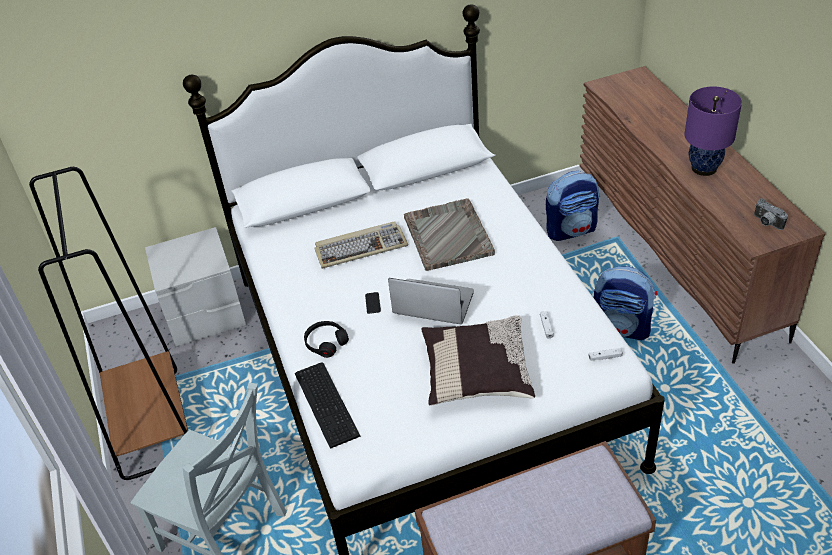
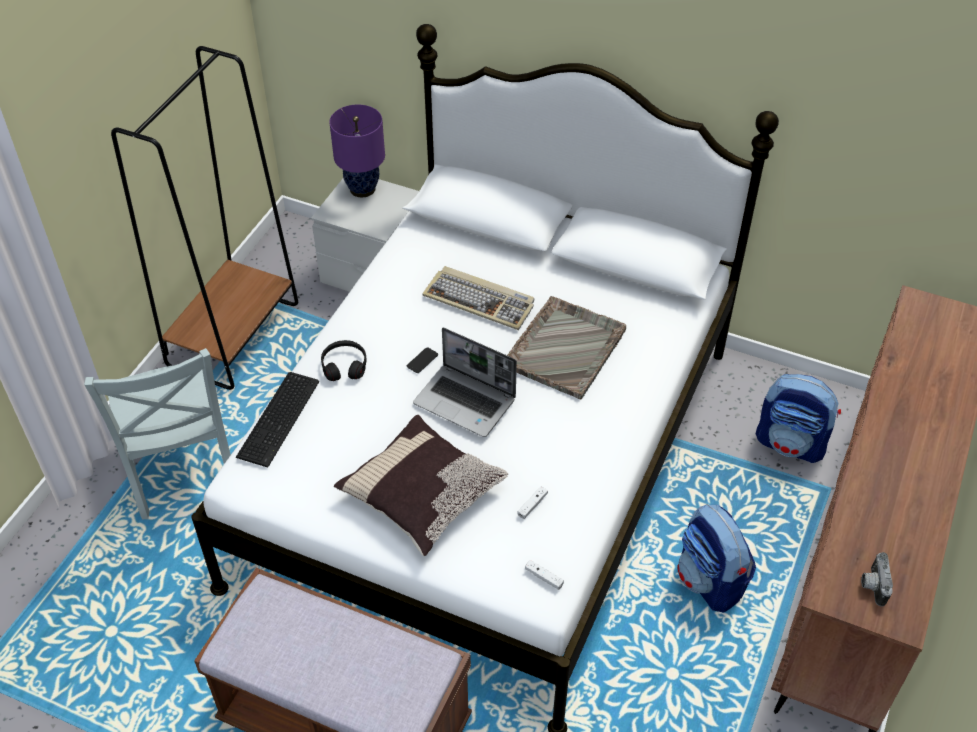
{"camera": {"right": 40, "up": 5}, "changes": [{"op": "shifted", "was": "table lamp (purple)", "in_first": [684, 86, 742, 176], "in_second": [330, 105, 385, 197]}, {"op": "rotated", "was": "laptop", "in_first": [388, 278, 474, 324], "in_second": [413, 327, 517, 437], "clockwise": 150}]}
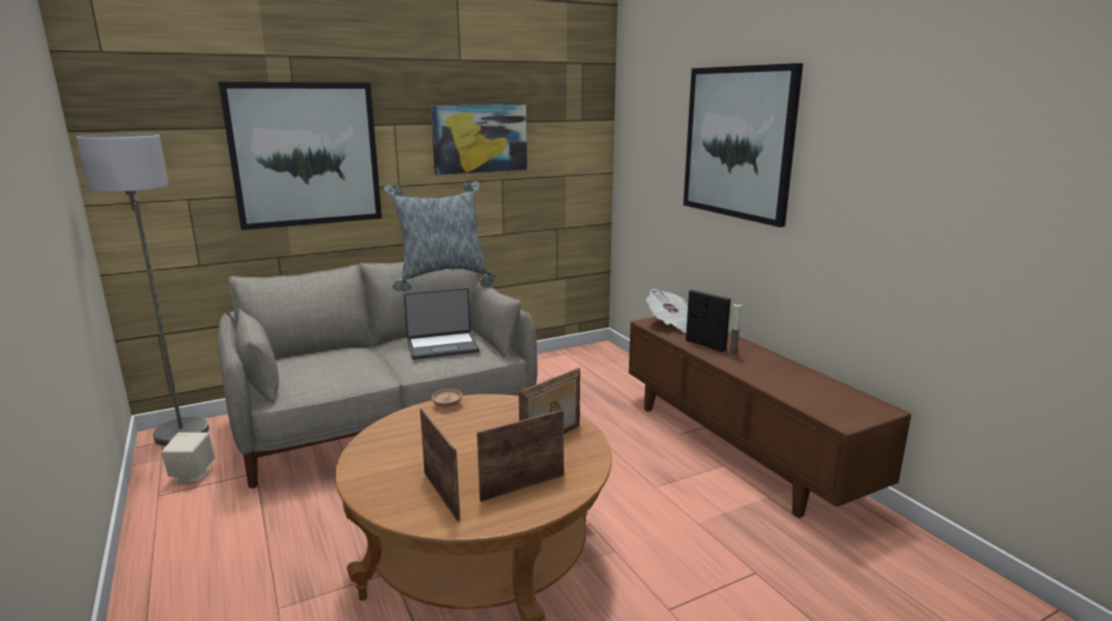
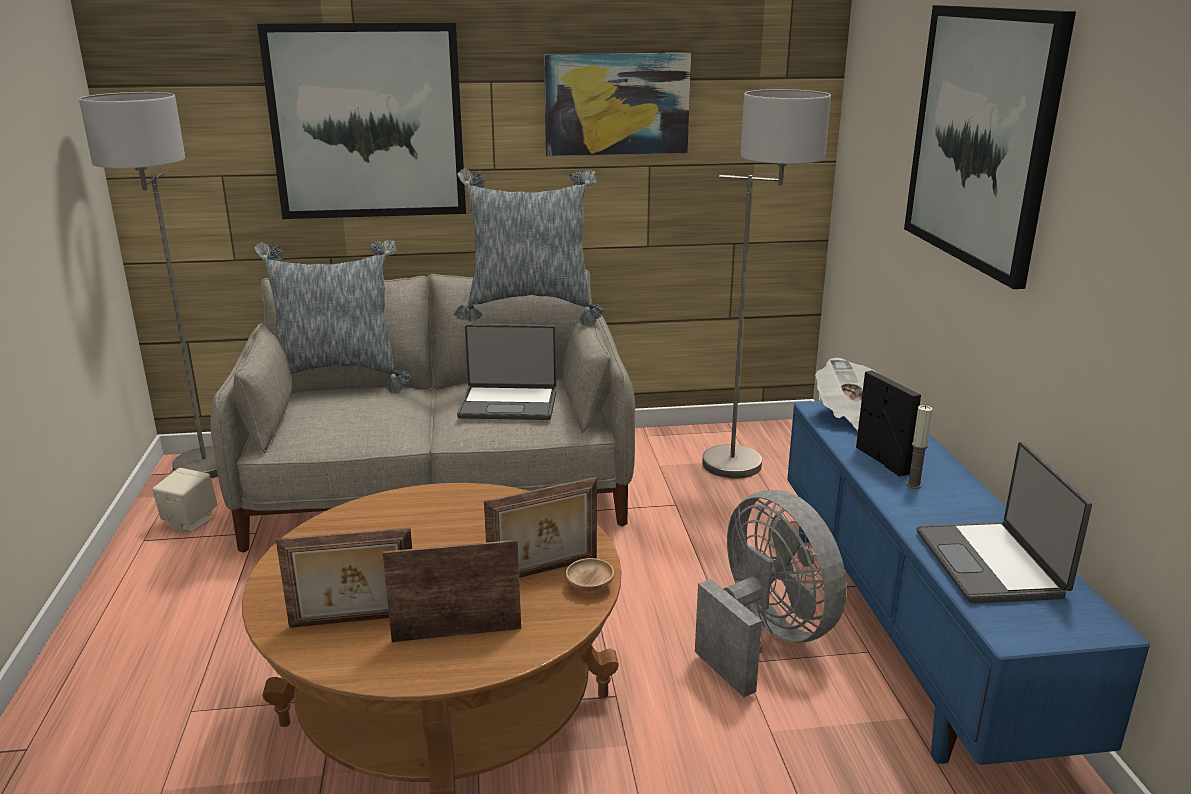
{"camera": {"right": 20, "up": 5}, "changes": [{"op": "new", "now": "pillow", "in_second": [254, 240, 411, 393]}, {"op": "new", "now": "fan (grey)", "in_second": [695, 490, 847, 697]}, {"op": "new", "now": "floor lamp (grey)", "in_second": [702, 89, 831, 479]}, {"op": "new", "now": "laptop", "in_second": [917, 442, 1092, 604]}, {"op": "shifted", "was": "bowl (brown)", "in_first": [432, 389, 462, 408], "in_second": [566, 558, 614, 592]}, {"op": "repainted", "was": "tv stand (brown)", "now": "tv stand (blue)", "in_first": [629, 317, 911, 518], "in_second": [787, 401, 1150, 765]}, {"op": "rotated", "was": "picture frame", "in_first": [420, 408, 460, 521], "in_second": [276, 527, 412, 628], "clockwise": 90}]}
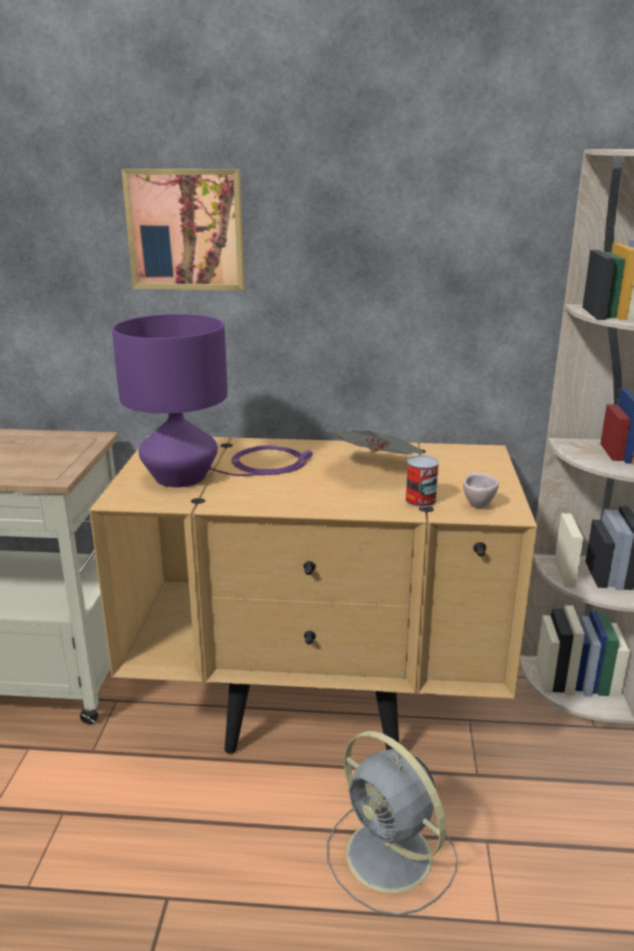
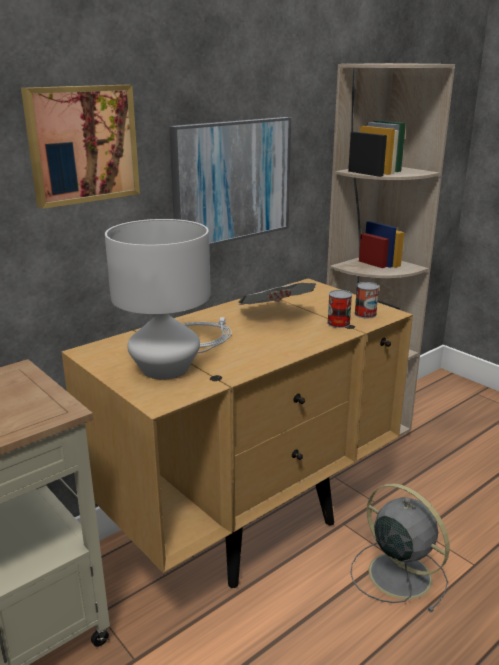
{"camera": {"right": -45, "up": 0}, "changes": [{"op": "new", "now": "picture", "in_second": [169, 117, 291, 246]}, {"op": "swapped", "was": "cup (beige)", "now": "can", "in_first": [463, 472, 499, 508], "in_second": [354, 282, 379, 318]}, {"op": "repainted", "was": "table lamp (purple)", "now": "table lamp (grey)", "in_first": [112, 314, 313, 487], "in_second": [105, 219, 232, 380]}, {"op": "rotated", "was": "fan (grey)", "in_first": [327, 731, 458, 916], "in_second": [350, 483, 450, 612], "clockwise": -135}]}
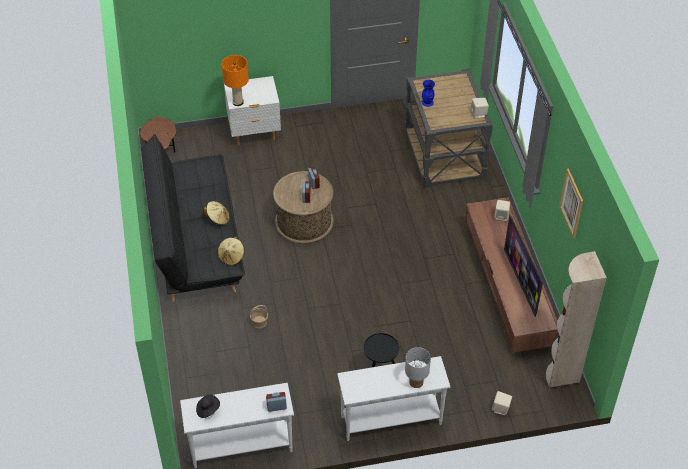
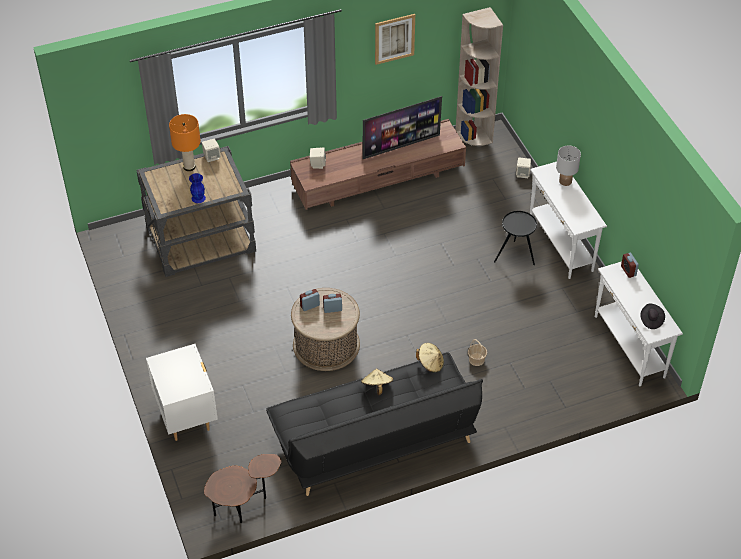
{"camera": {"right": -100, "up": 0}, "changes": [{"op": "shifted", "was": "table lamp (orange)", "in_first": [222, 55, 249, 106], "in_second": [169, 114, 201, 171]}]}
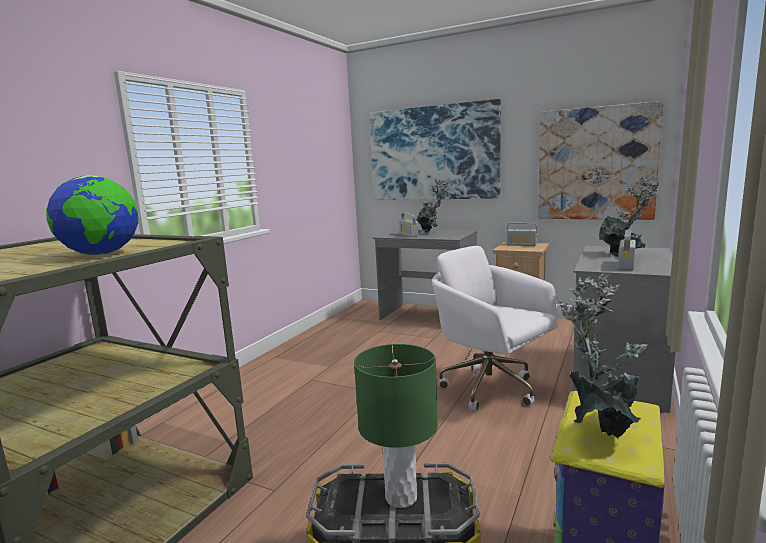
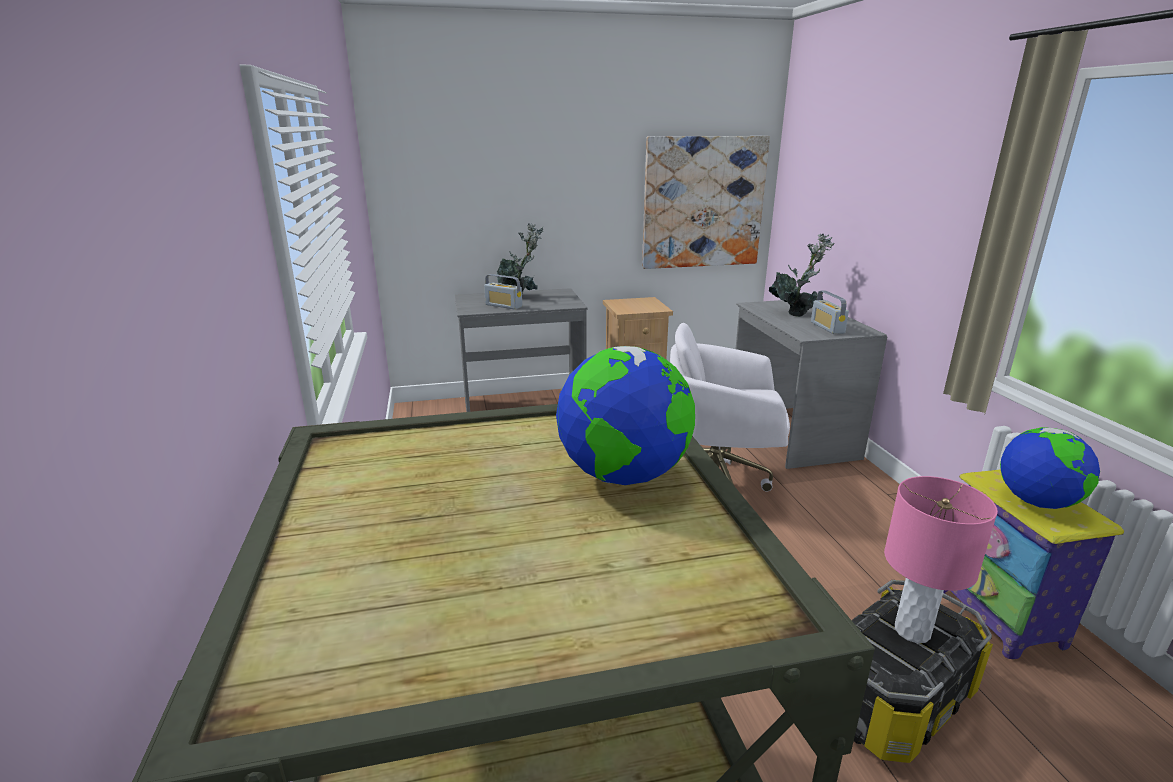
{"camera": {"right": -40, "up": 10}, "changes": [{"op": "gone", "was": "picture", "in_first": [369, 99, 501, 200]}, {"op": "gone", "was": "radio", "in_first": [507, 223, 538, 246]}, {"op": "swapped", "was": "potted plant", "now": "globe", "in_first": [556, 273, 648, 438], "in_second": [1000, 427, 1100, 509]}, {"op": "repainted", "was": "table lamp (green)", "now": "table lamp (pink)", "in_first": [354, 344, 438, 508], "in_second": [884, 476, 998, 643]}]}
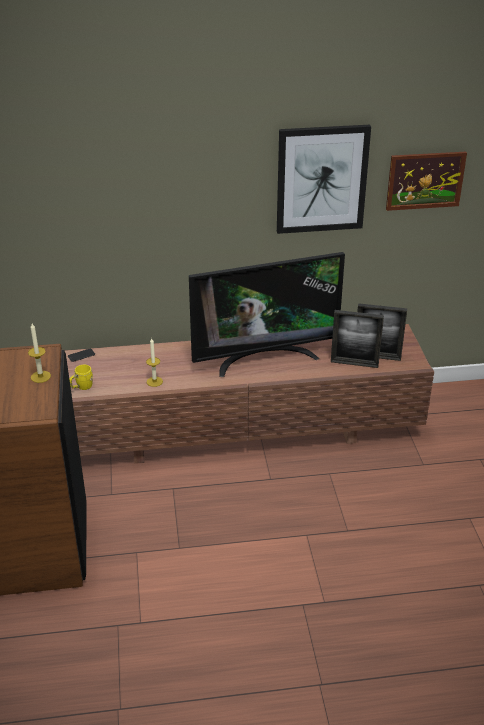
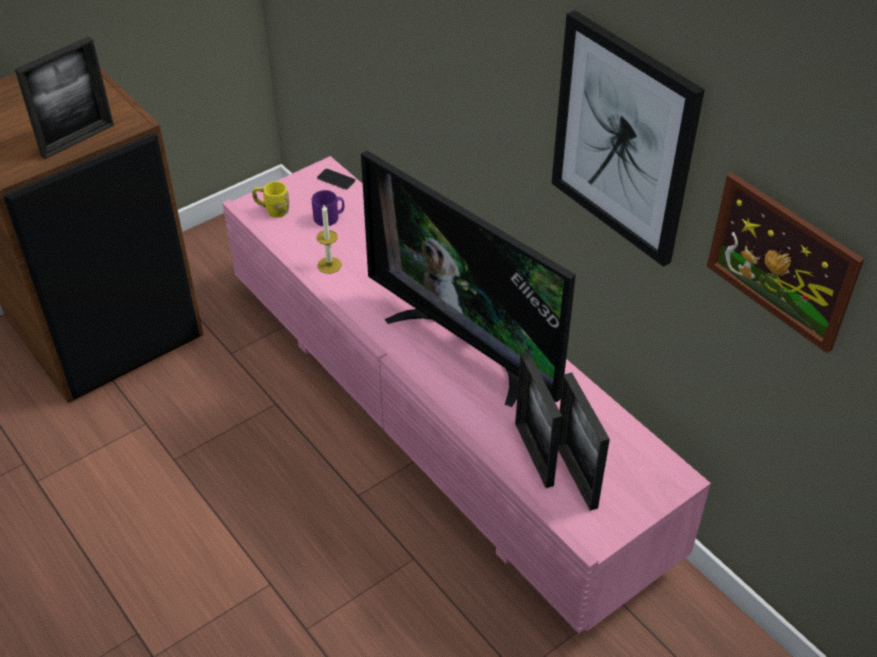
{"camera": {"right": 60, "up": 10}, "changes": [{"op": "new", "now": "mug (purple)", "in_second": [312, 190, 344, 226]}, {"op": "swapped", "was": "candle", "now": "picture frame", "in_first": [28, 323, 51, 383], "in_second": [15, 36, 114, 159]}, {"op": "repainted", "was": "tv stand (brown)", "now": "tv stand (pink)", "in_first": [64, 324, 434, 463], "in_second": [222, 156, 711, 634]}]}
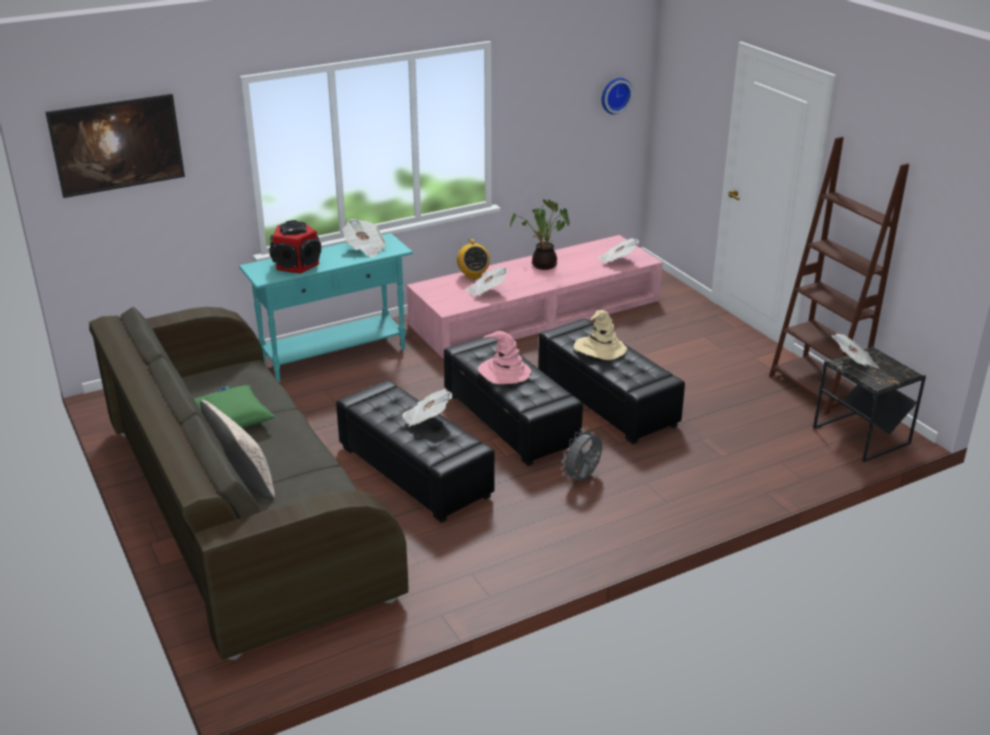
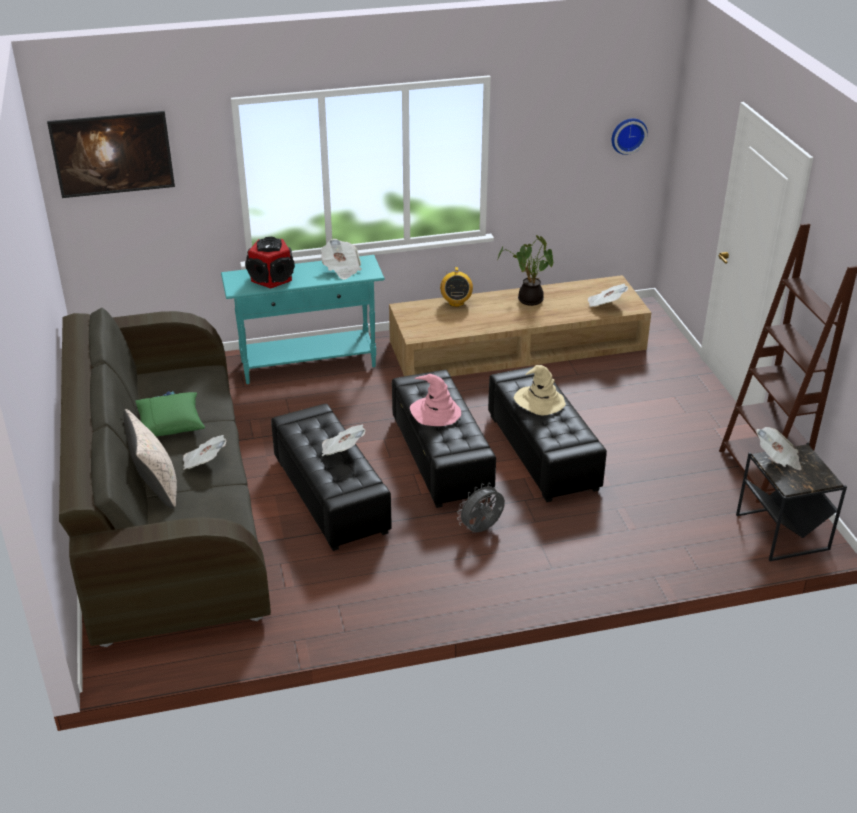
{"camera": {"right": 15, "up": 5}, "changes": [{"op": "shifted", "was": "newspaper", "in_first": [466, 267, 508, 297], "in_second": [183, 435, 226, 470]}, {"op": "repainted", "was": "tv stand (pink)", "now": "tv stand (brown)", "in_first": [407, 235, 663, 359], "in_second": [389, 275, 651, 377]}]}
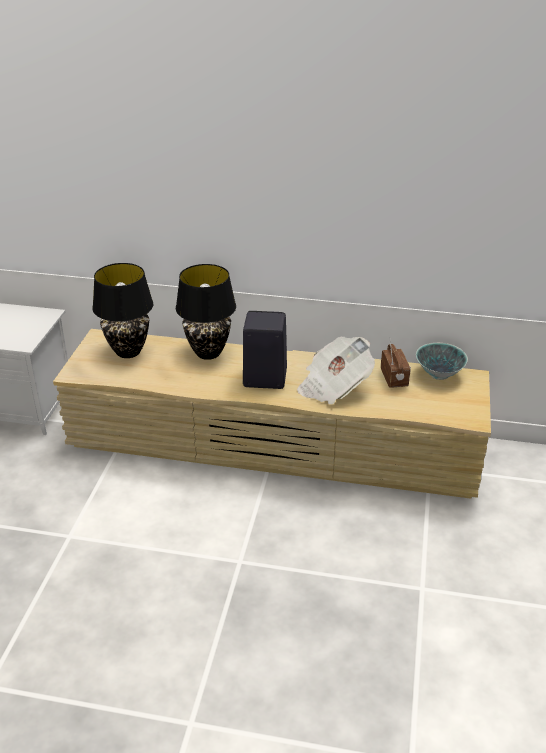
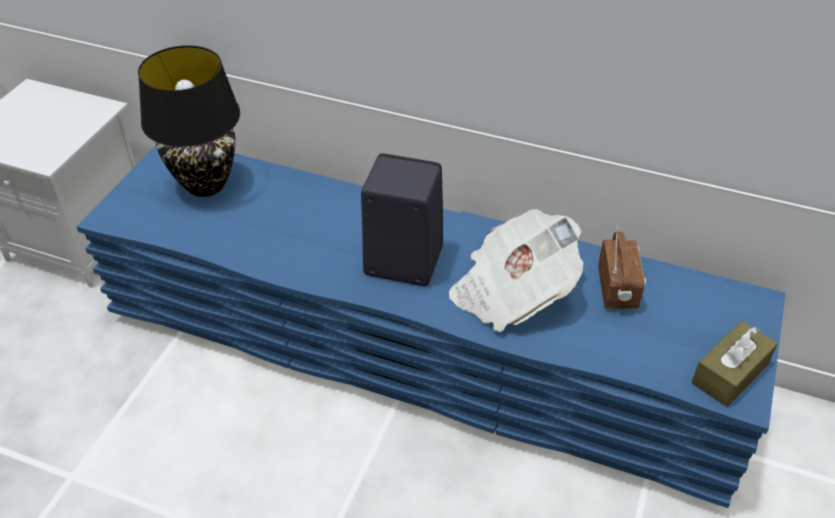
{"camera": {"right": 10, "up": 10}, "changes": [{"op": "gone", "was": "table lamp (black)", "in_first": [176, 264, 236, 360]}, {"op": "gone", "was": "bowl", "in_first": [416, 343, 468, 380]}, {"op": "new", "now": "tissue box (brown)", "in_second": [692, 321, 778, 407]}, {"op": "repainted", "was": "tv stand (beige)", "now": "tv stand (blue)", "in_first": [53, 329, 491, 499], "in_second": [76, 145, 786, 508]}]}
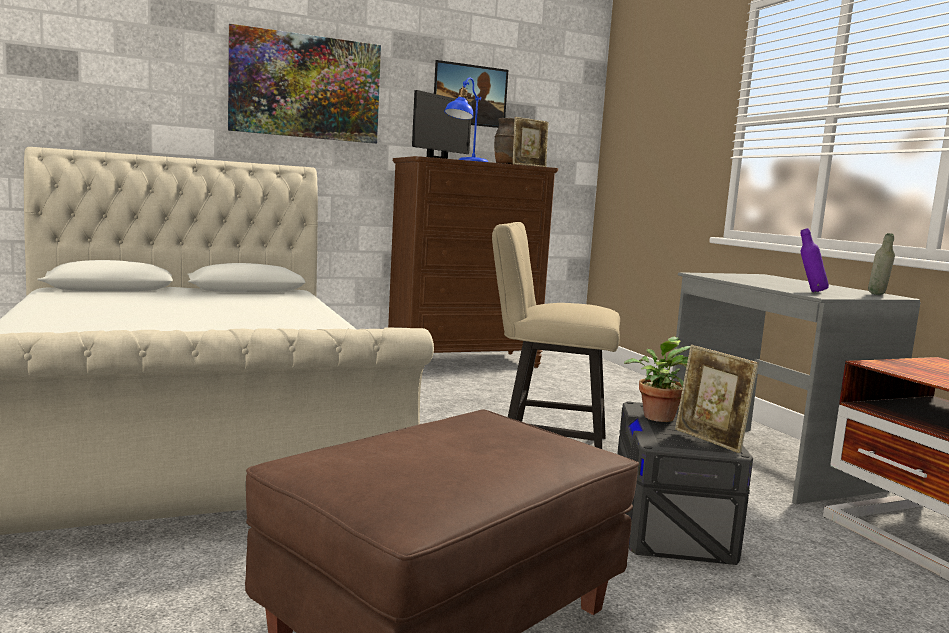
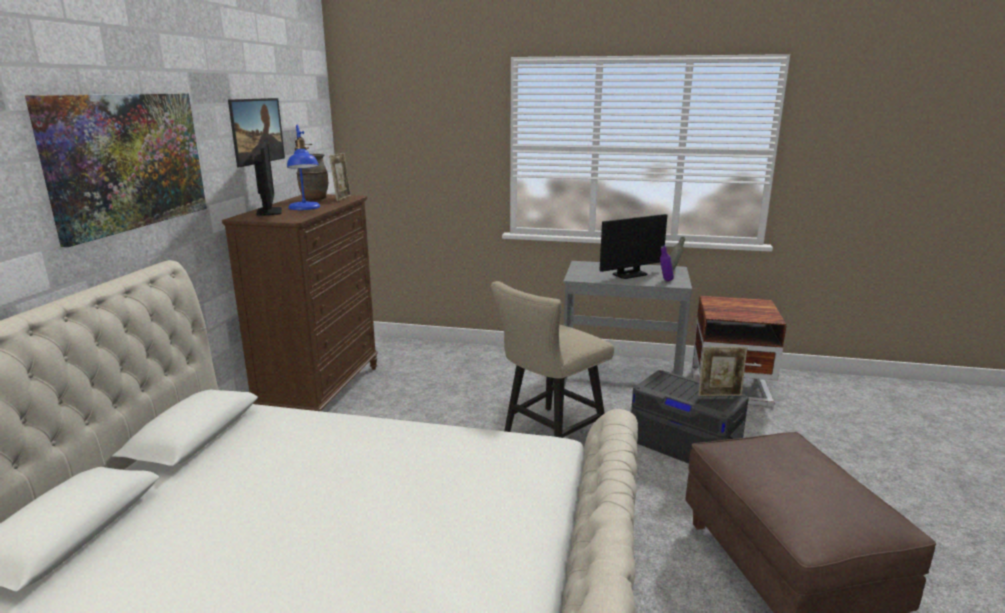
{"camera": {"right": -55, "up": 10}, "changes": [{"op": "gone", "was": "potted plant", "in_first": [624, 337, 690, 422]}, {"op": "new", "now": "monitor", "in_second": [599, 214, 667, 279]}]}
